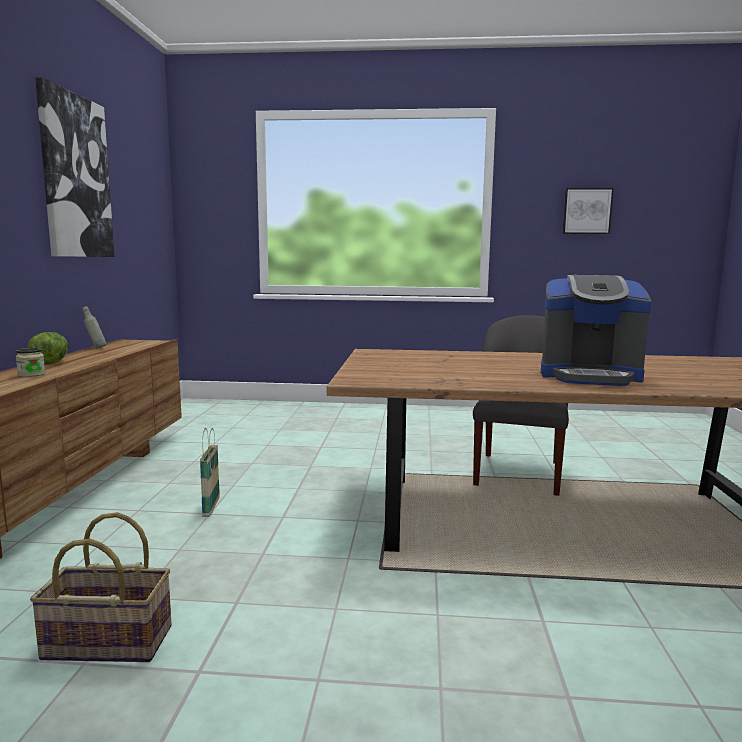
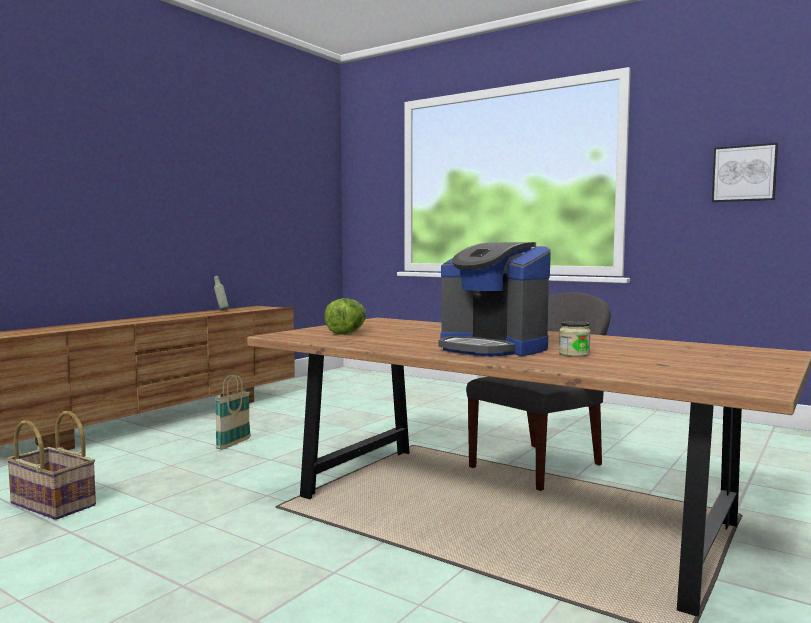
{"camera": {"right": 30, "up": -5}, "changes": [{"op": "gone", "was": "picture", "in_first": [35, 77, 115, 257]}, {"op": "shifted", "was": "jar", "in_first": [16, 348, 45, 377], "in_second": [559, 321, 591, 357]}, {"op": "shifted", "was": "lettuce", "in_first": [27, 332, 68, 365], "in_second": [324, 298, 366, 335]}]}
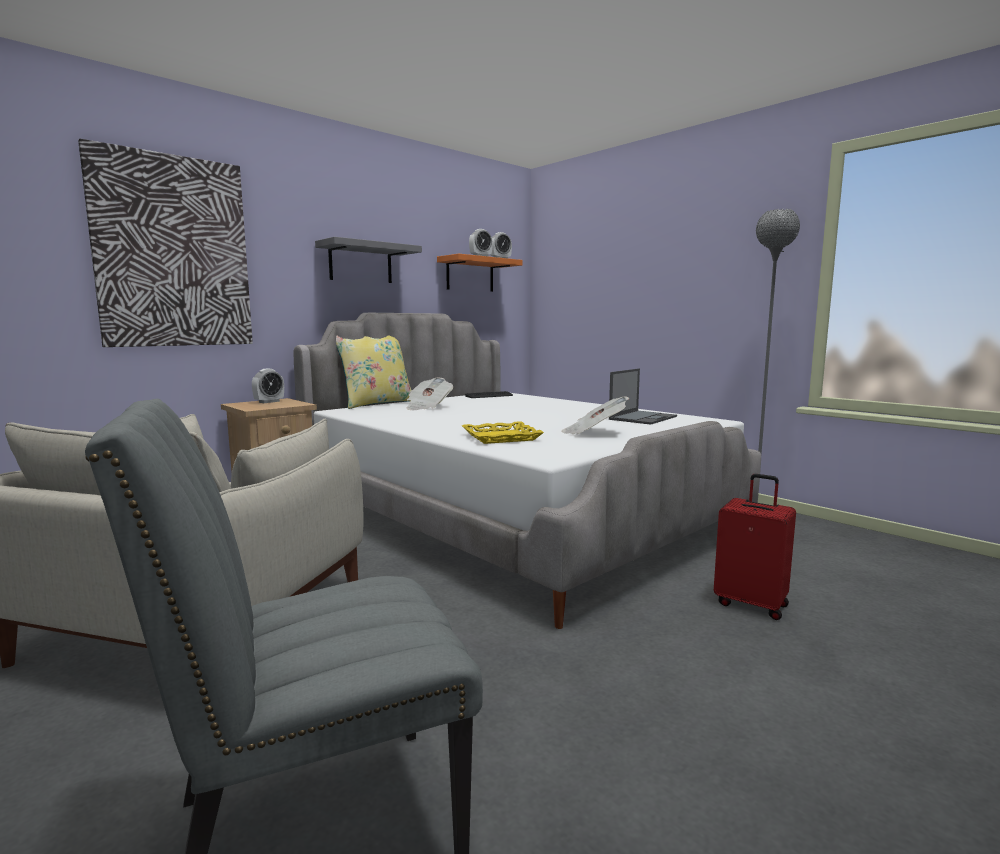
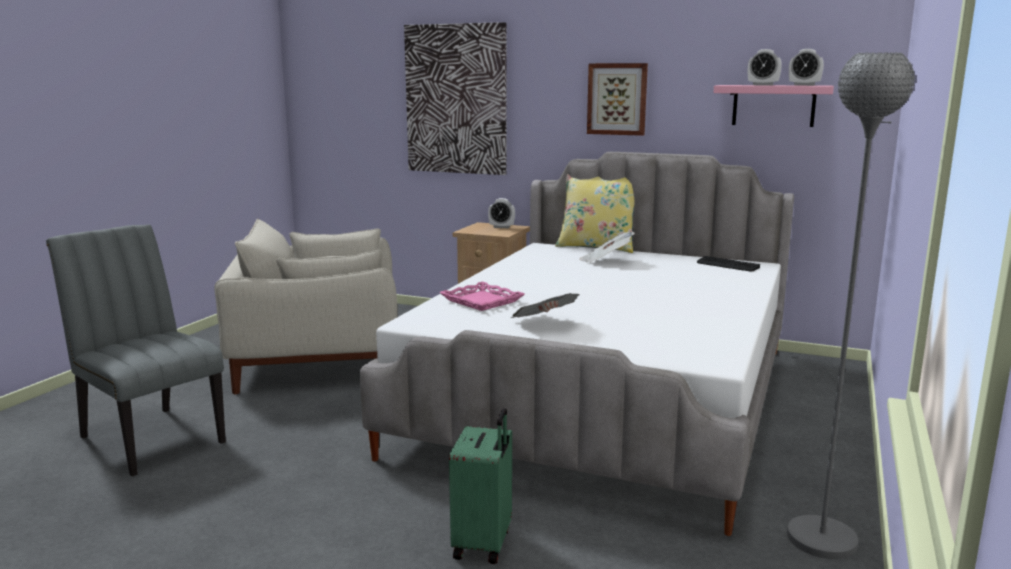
{"camera": {"right": 65, "up": 5}, "changes": [{"op": "gone", "was": "laptop", "in_first": [609, 368, 677, 425]}, {"op": "swapped", "was": "shelf (grey)", "now": "picture", "in_first": [315, 237, 422, 283], "in_second": [587, 63, 648, 136]}, {"op": "repainted", "was": "shelf (orange)", "now": "shelf (pink)", "in_first": [437, 254, 522, 292], "in_second": [713, 85, 834, 127]}, {"op": "repainted", "was": "tray (yellow)", "now": "tray (pink)", "in_first": [462, 421, 544, 444], "in_second": [439, 281, 525, 311]}, {"op": "repainted", "was": "suitcase (red)", "now": "suitcase (green)", "in_first": [714, 474, 796, 620], "in_second": [449, 408, 512, 564]}]}
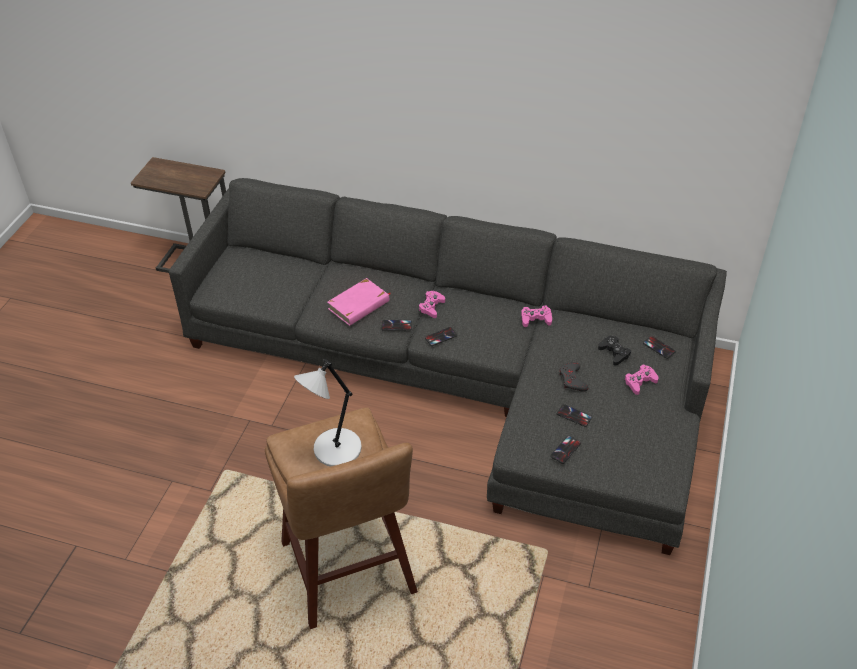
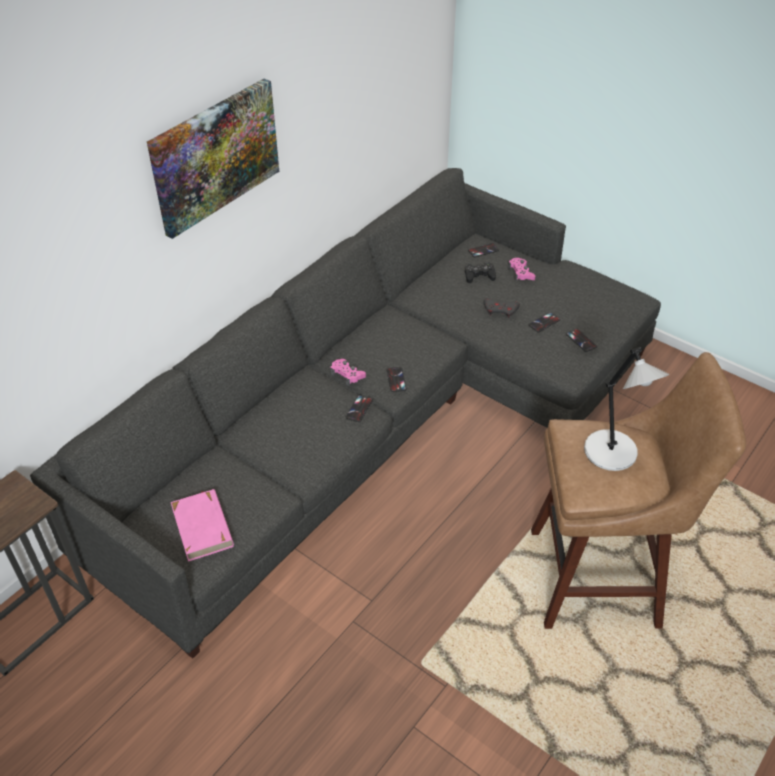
{"camera": {"right": -70, "up": 0}, "changes": [{"op": "gone", "was": "game controller (pink)", "in_first": [521, 305, 552, 327]}, {"op": "new", "now": "picture", "in_second": [147, 78, 279, 239]}, {"op": "shifted", "was": "book (pink)", "in_first": [327, 278, 390, 326], "in_second": [171, 489, 234, 562]}]}
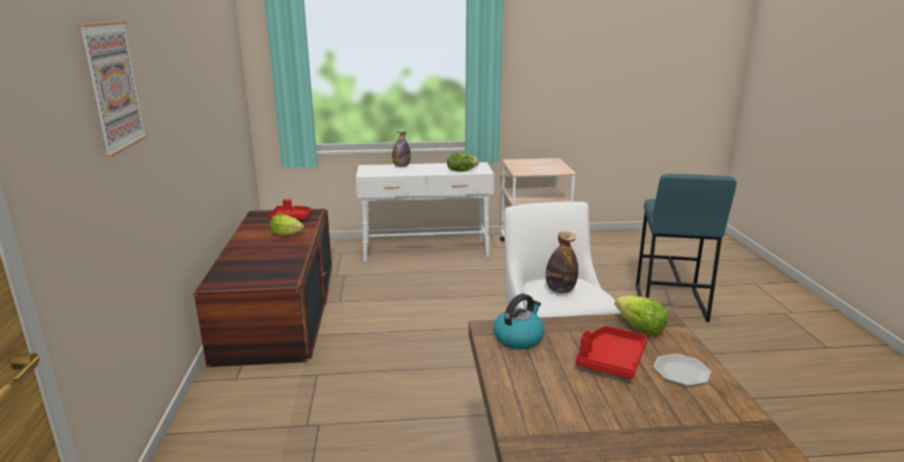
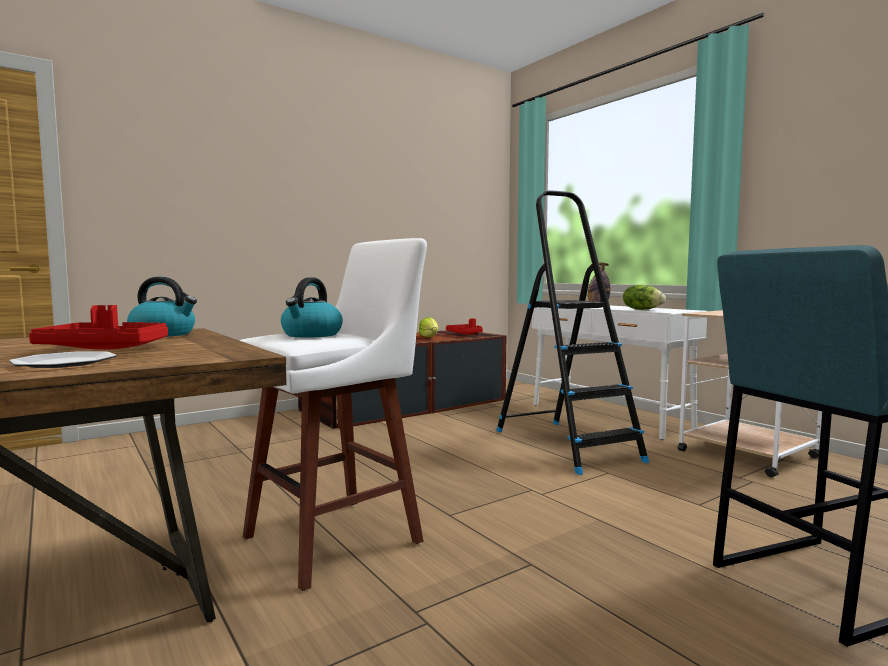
{"camera": {"right": 60, "up": -15}, "changes": [{"op": "gone", "was": "picture", "in_first": [77, 21, 148, 157]}, {"op": "gone", "was": "lettuce", "in_first": [615, 295, 668, 335]}, {"op": "new", "now": "step ladder (black)", "in_second": [496, 190, 649, 475]}, {"op": "swapped", "was": "bottle", "now": "kettle", "in_first": [546, 232, 578, 294], "in_second": [281, 277, 343, 338]}]}
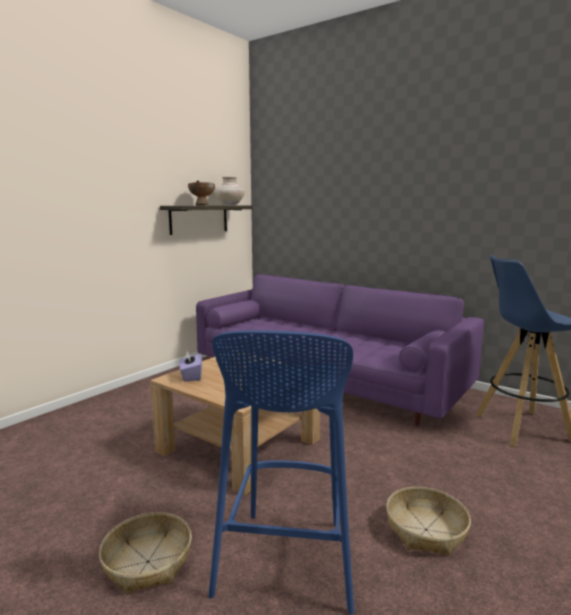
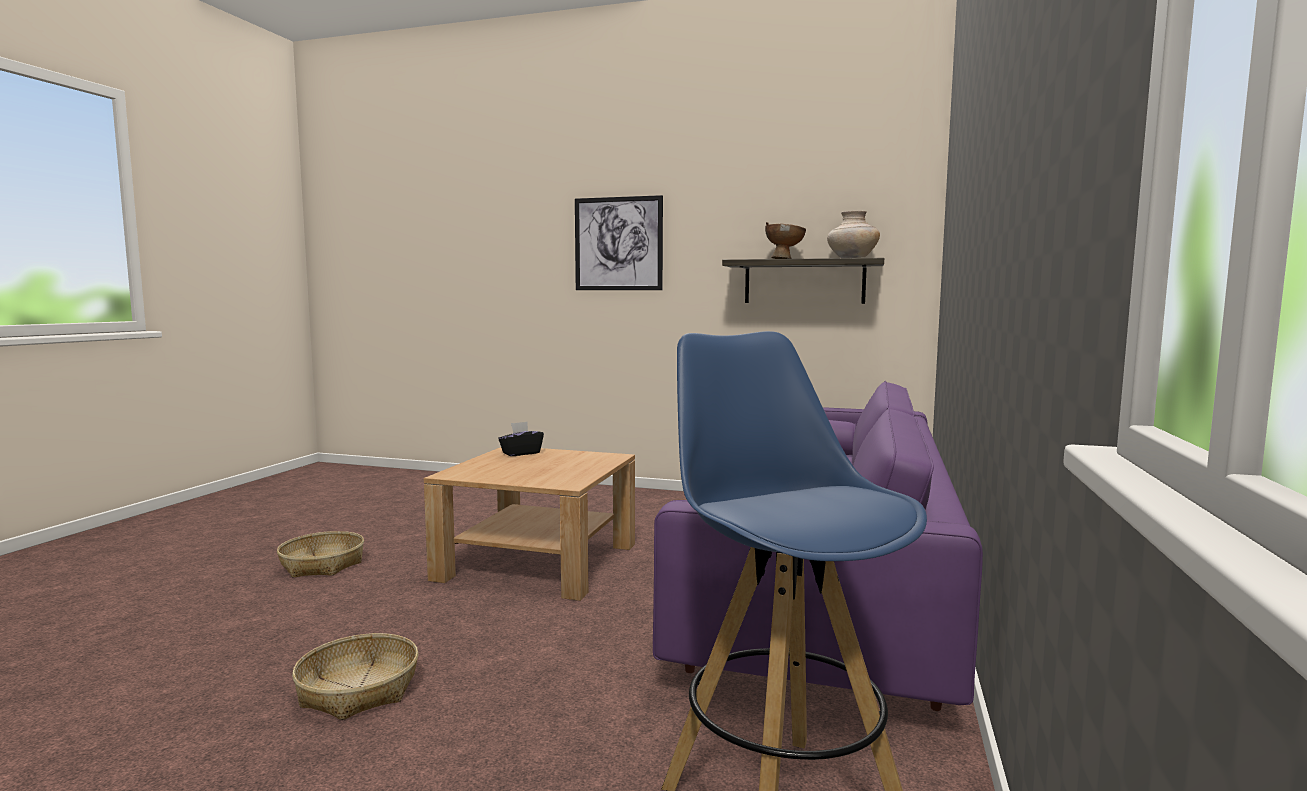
{"camera": {"right": 70, "up": -5}, "changes": [{"op": "gone", "was": "stool (blue)", "in_first": [208, 330, 354, 614]}, {"op": "new", "now": "picture", "in_second": [575, 195, 663, 290]}, {"op": "repainted", "was": "tissue box (purple)", "now": "tissue box (black)", "in_first": [179, 351, 202, 381], "in_second": [498, 422, 544, 456]}]}
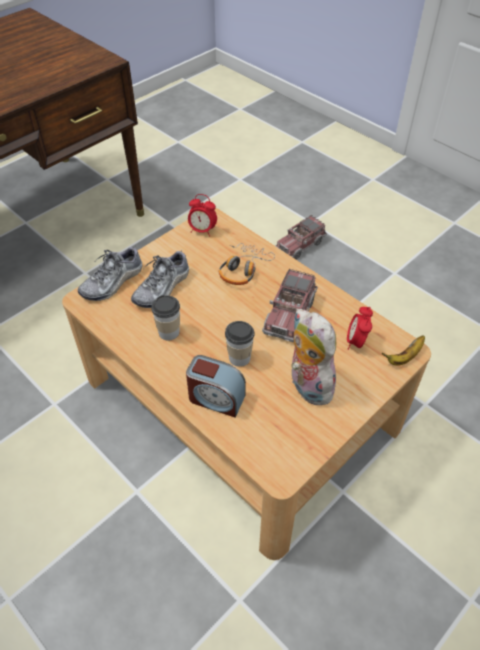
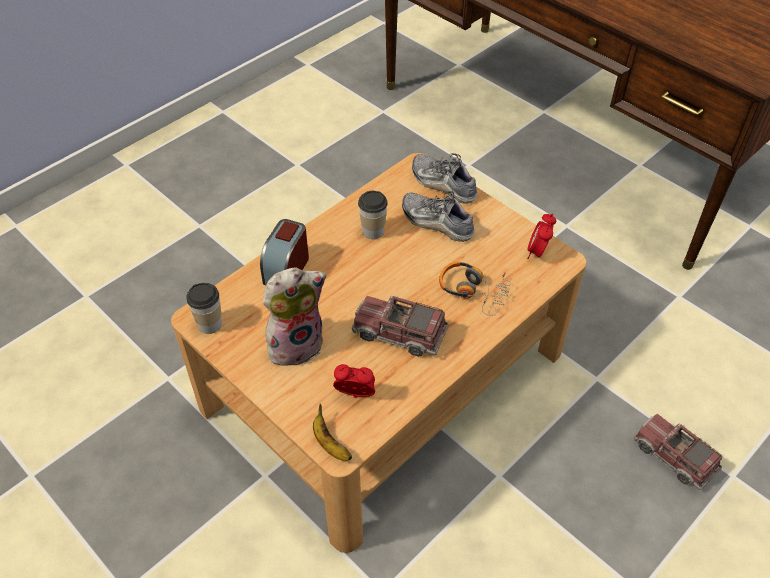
{"camera": {"right": 90, "up": 0}, "changes": [{"op": "shifted", "was": "cup", "in_first": [225, 321, 255, 367], "in_second": [186, 283, 222, 334]}]}
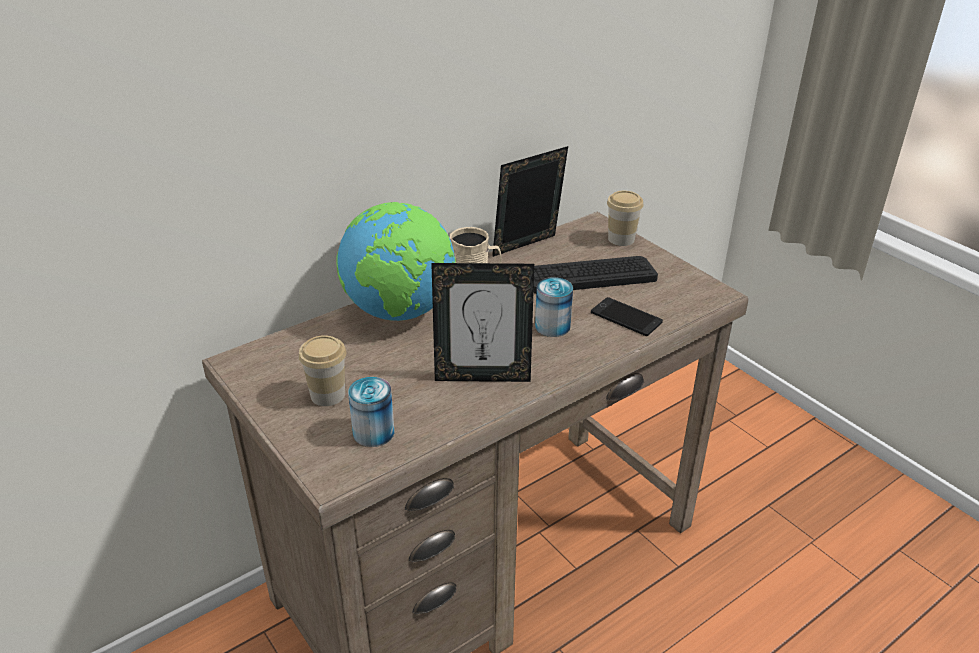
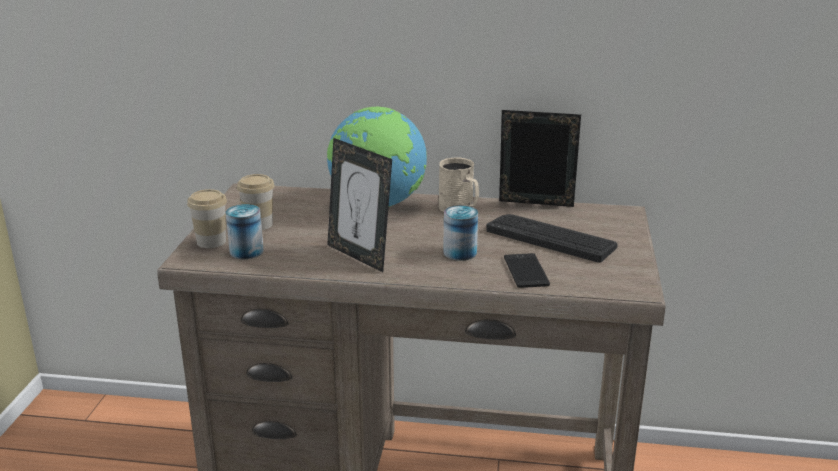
{"camera": {"right": 45, "up": -10}, "changes": [{"op": "shifted", "was": "cup", "in_first": [607, 191, 643, 246], "in_second": [187, 189, 227, 248]}]}
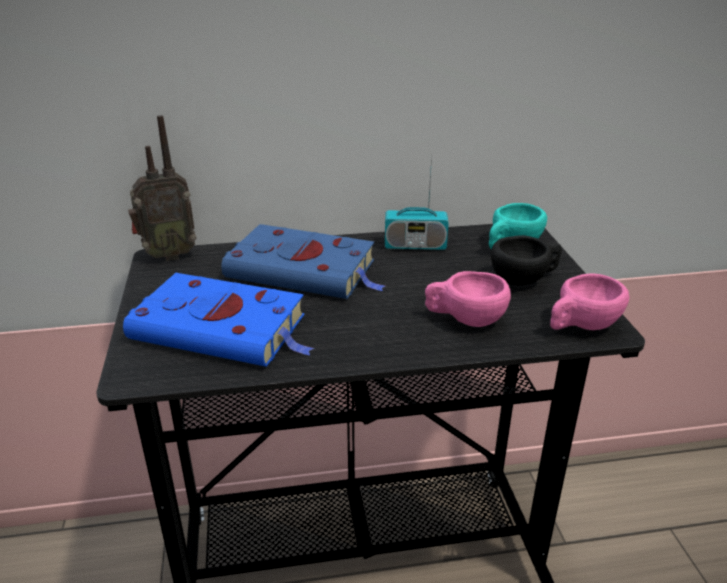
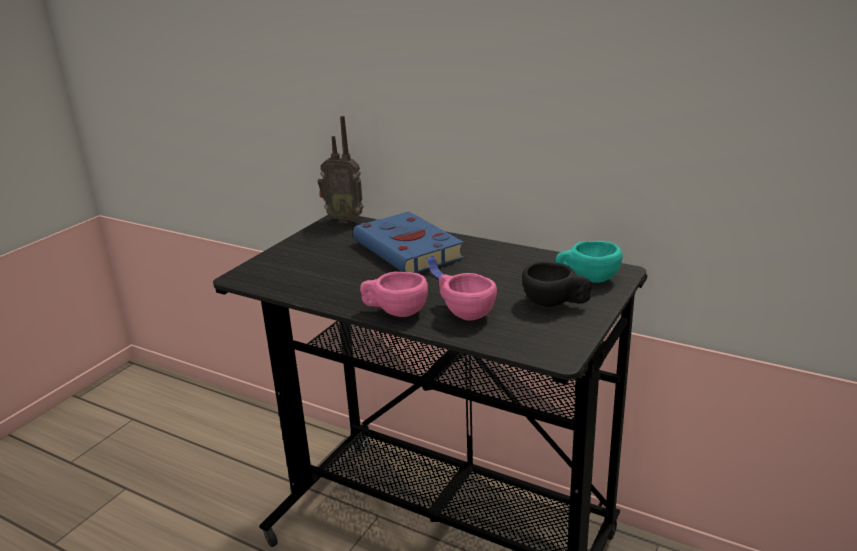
{"camera": {"right": 40, "up": -5}, "changes": [{"op": "gone", "was": "book (blue)", "in_first": [123, 273, 314, 367]}, {"op": "gone", "was": "radio", "in_first": [385, 154, 449, 250]}, {"op": "shifted", "was": "cup (pink)", "in_first": [550, 273, 630, 330], "in_second": [360, 272, 428, 317]}]}
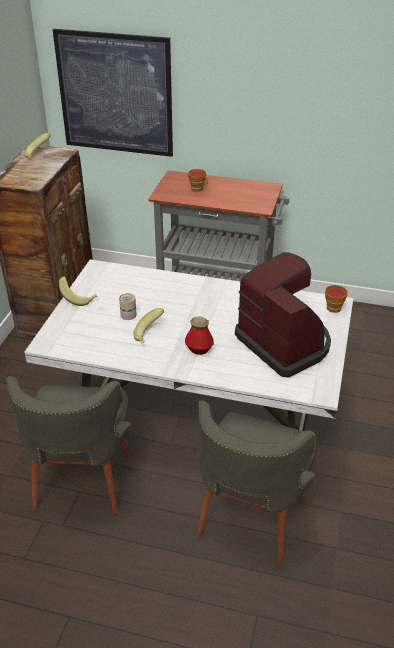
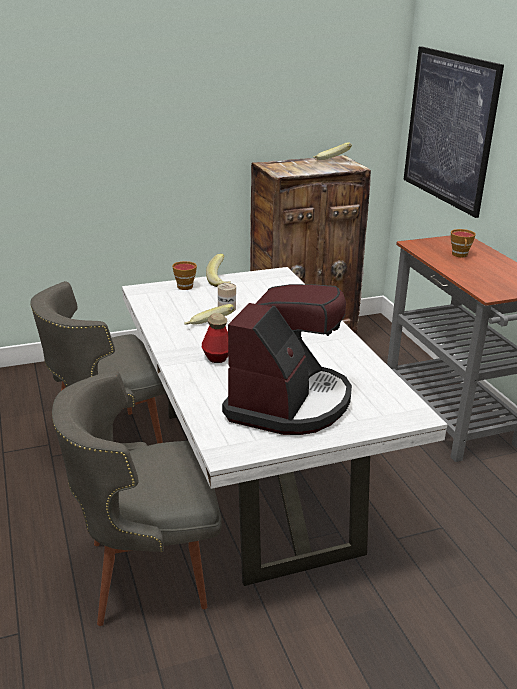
{"camera": {"right": 55, "up": -10}, "changes": [{"op": "shifted", "was": "cup", "in_first": [325, 285, 348, 313], "in_second": [172, 261, 197, 290]}]}
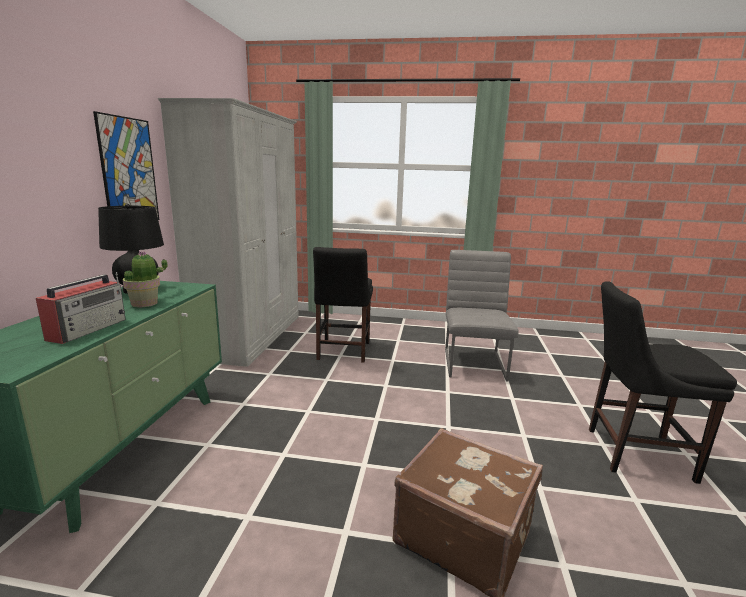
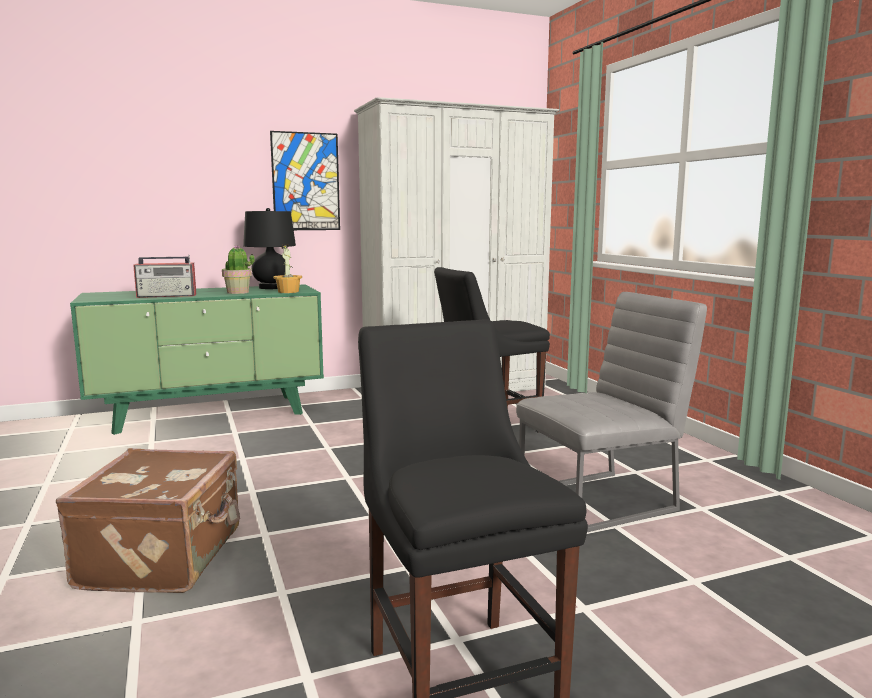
{"camera": {"right": 60, "up": -5}, "changes": [{"op": "new", "now": "potted plant", "in_second": [273, 245, 302, 293]}]}
